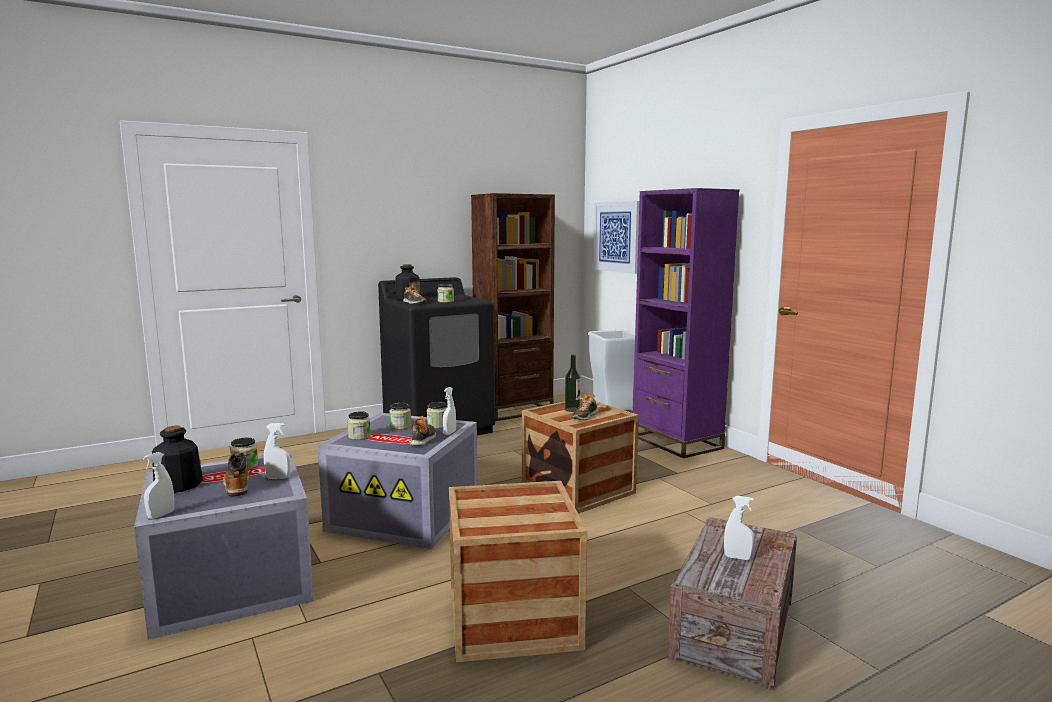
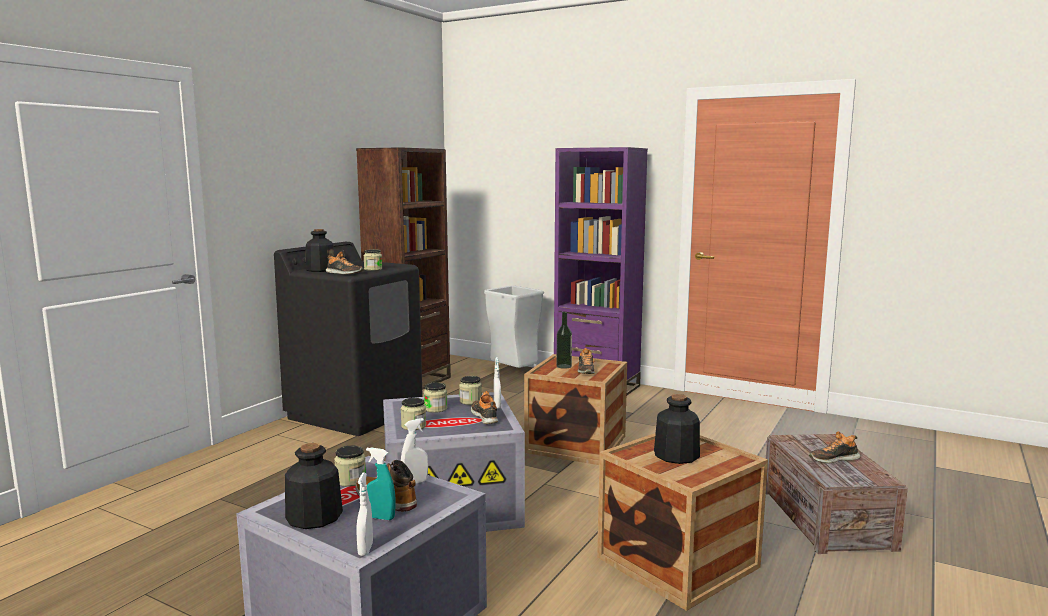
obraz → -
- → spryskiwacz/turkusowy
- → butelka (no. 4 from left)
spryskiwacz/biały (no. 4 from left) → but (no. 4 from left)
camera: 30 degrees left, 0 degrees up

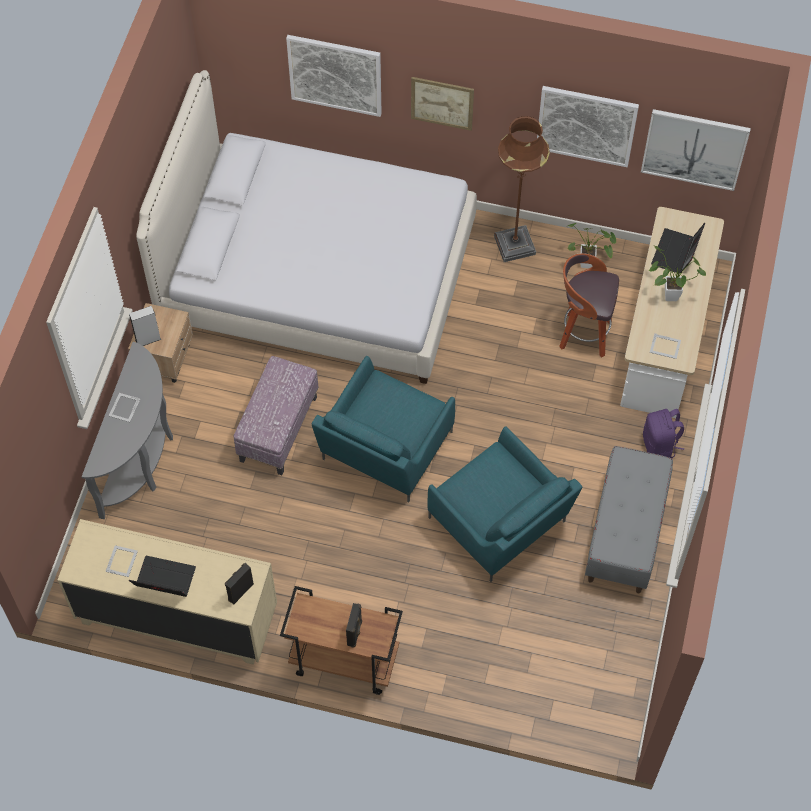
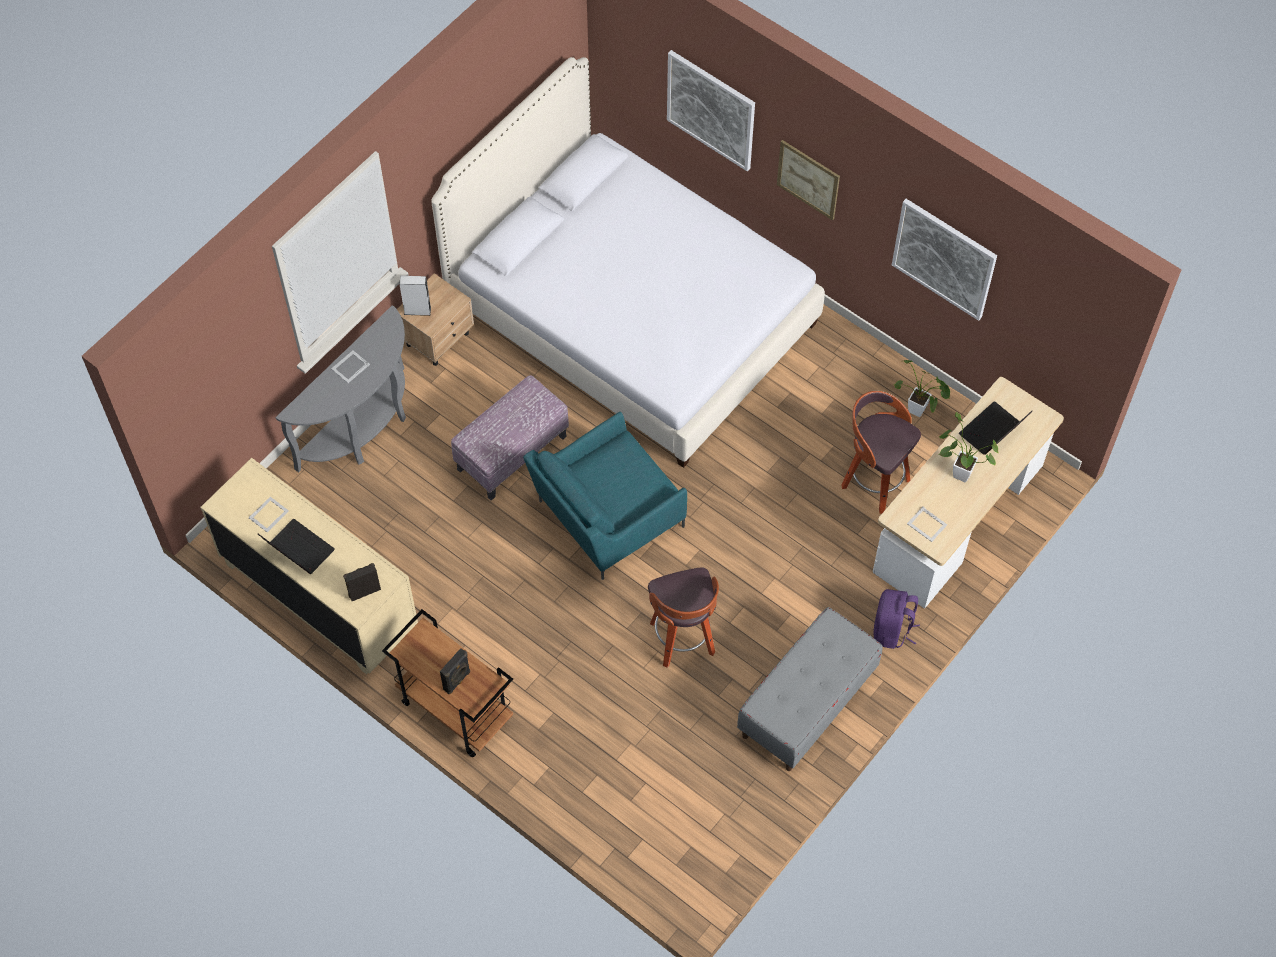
lampa stojąca/brązowy → -
obraz (no. 4 from left) → -
fotel/turkusowy (no. 2 from left) → stołek (no. 1 from left)
camera: 25 degrees right, 0 degrees up

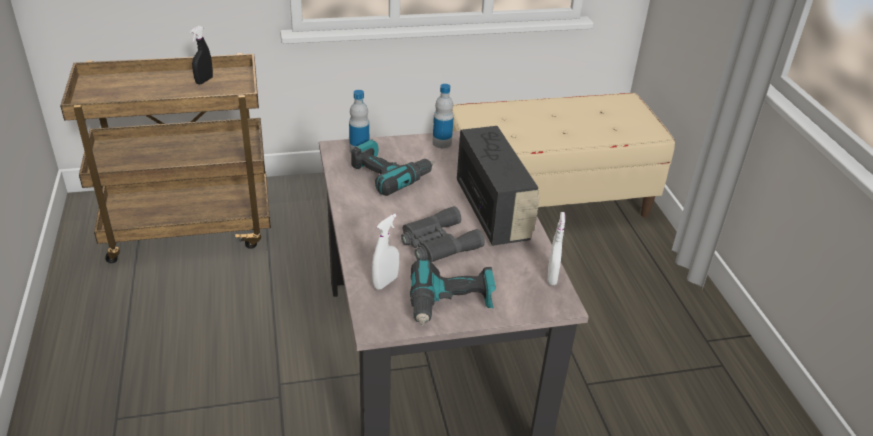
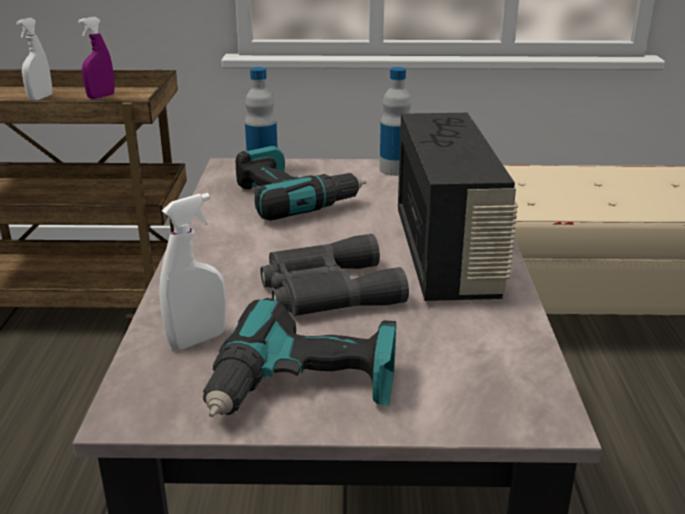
spryskiwacz/biały (no. 2 from left in the first image) → spryskiwacz/biały (no. 1 from left), relocated
spryskiwacz/czarny → spryskiwacz/fioletowy
camera: 15 degrees right, 10 degrees down

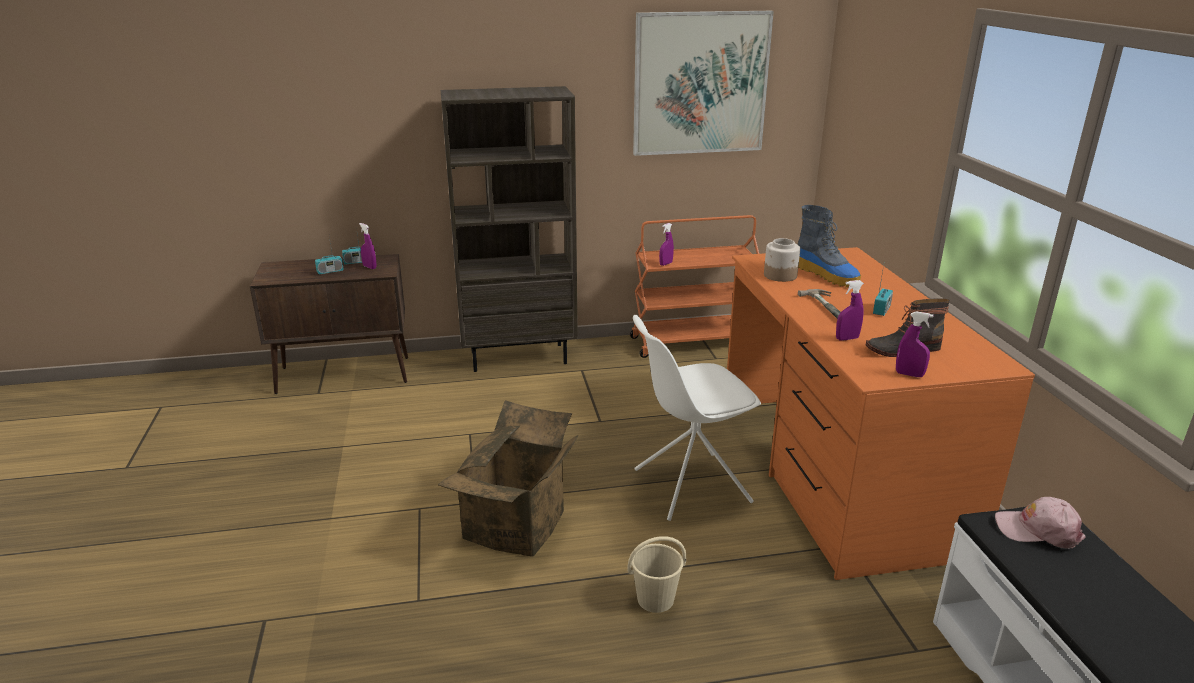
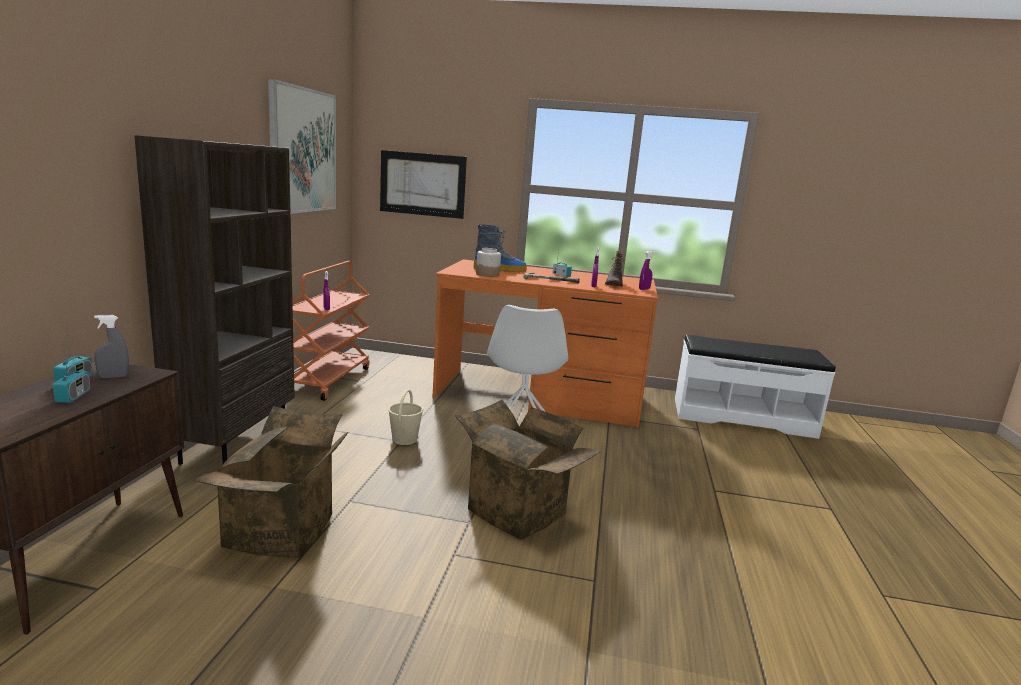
czapka z daszkiem/różowy → -
- → karton (no. 1 from left)
- → obraz (no. 2 from left)
wiadro/beżowy, relocated
spryskiwacz/fioletowy (no. 1 from left) → spryskiwacz/szary
camera: 70 degrees left, 10 degrees down

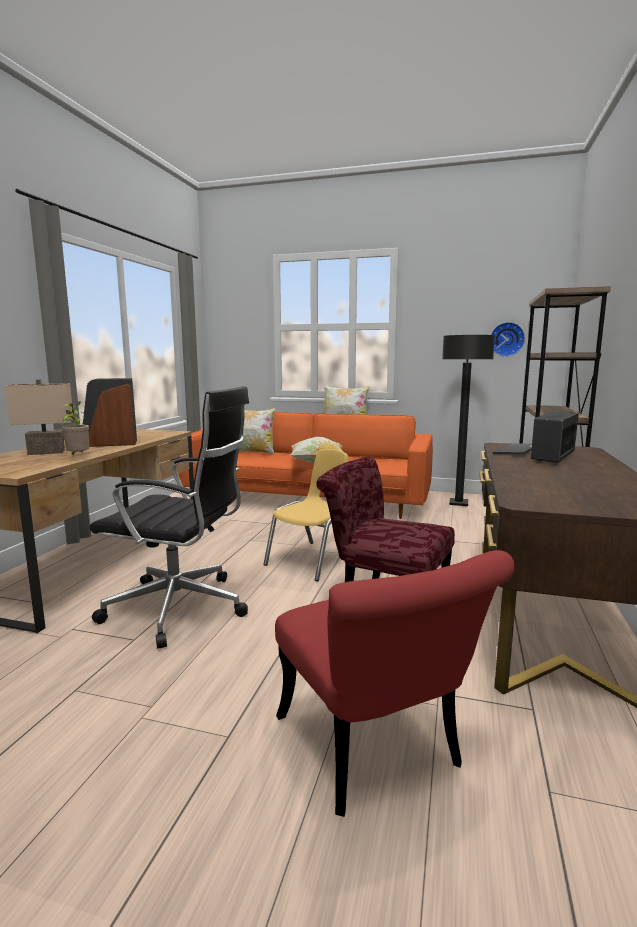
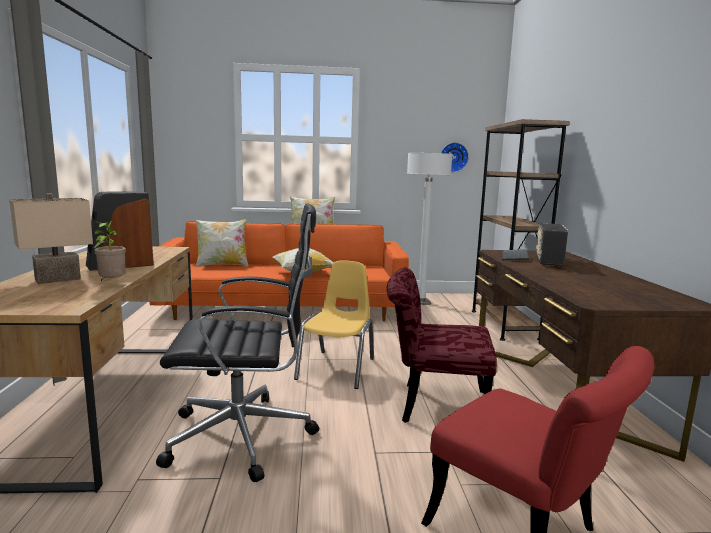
lampa stojąca/czarny → lampa stojąca/biały
camera: 20 degrees left, 0 degrees up

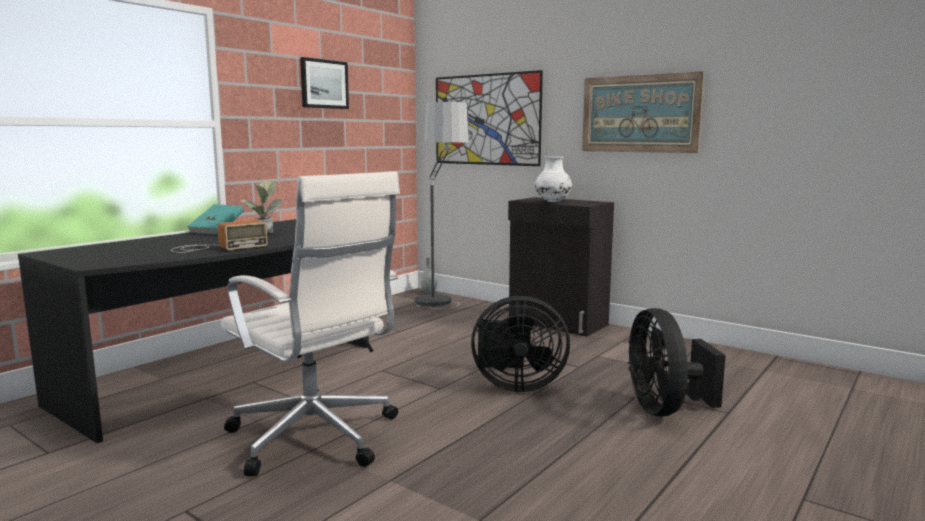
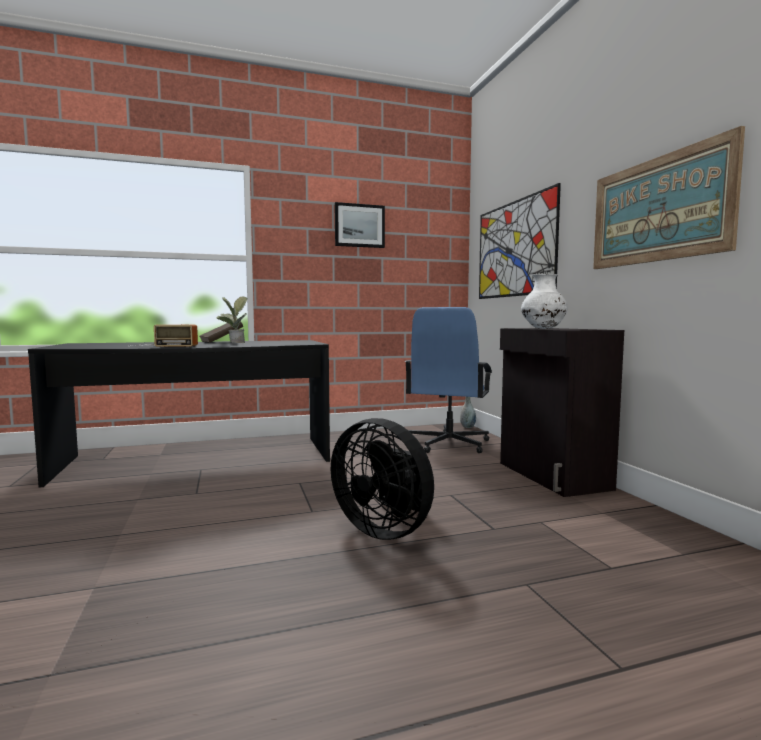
krzesło biurowe/biały → -
wentylator/czarny (no. 2 from left) → -
lampa stojąca → krzesło biurowe/niebieski
książka/turkusowy → książka/brązowy
camera: 35 degrees right, 5 degrees down

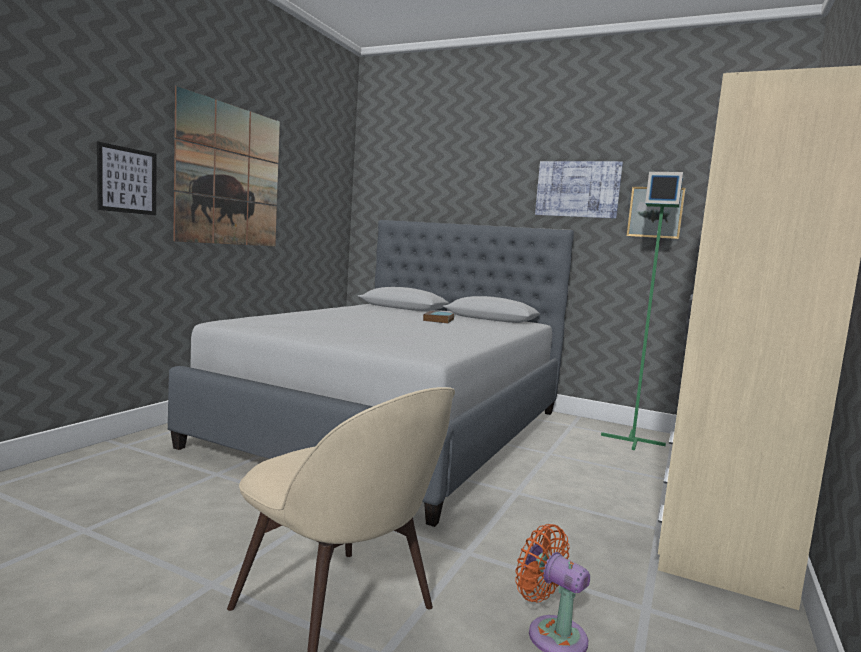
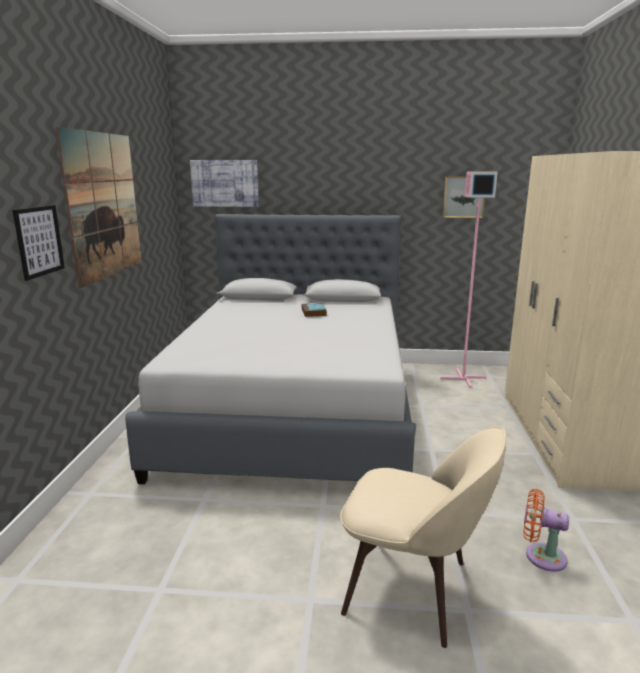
obraz (no. 3 from left), relocated
lampa stojąca/zielony → lampa stojąca/różowy
camera: 20 degrees left, 10 degrees up

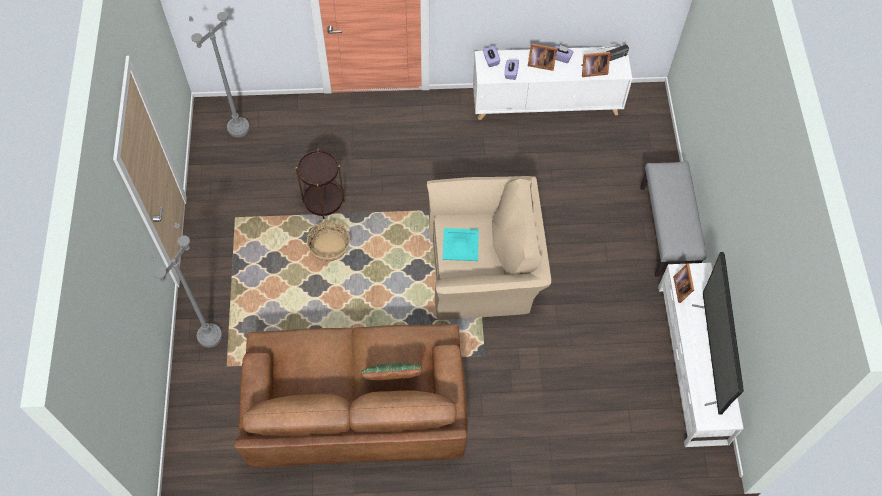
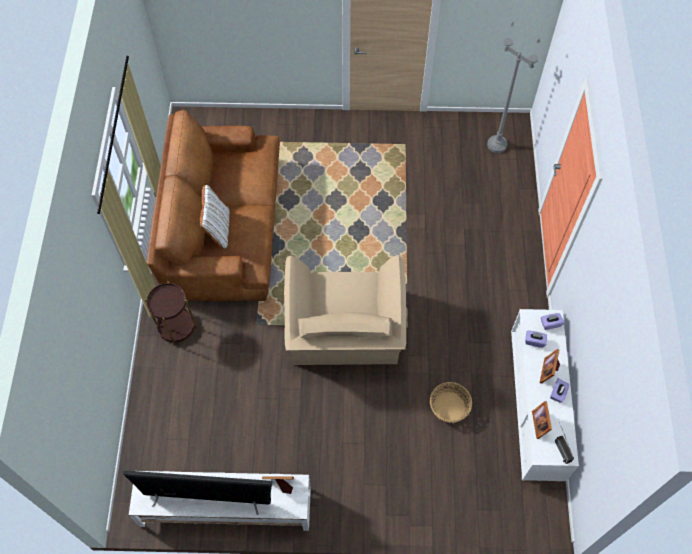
lampa stojąca/szary (no. 1 from left) → -
taca/turkusowy → -
ławka/szary → -
stolik/brązowy, relocated
koszyk, relocated
poduszka/zielony → poduszka/biały
camera: 95 degrees right, 0 degrees up

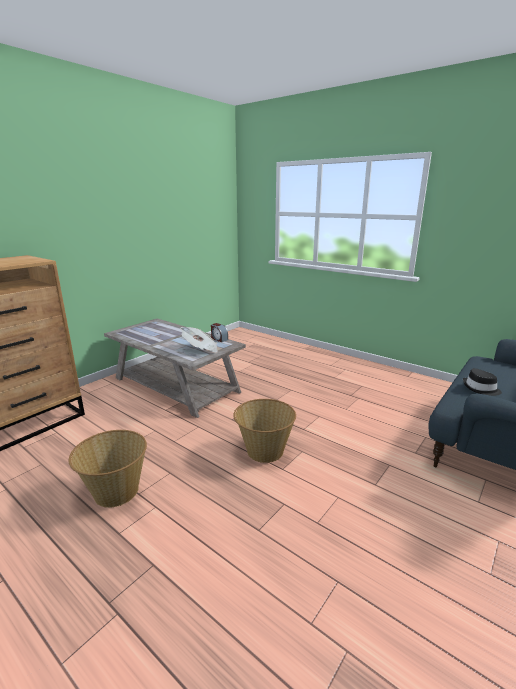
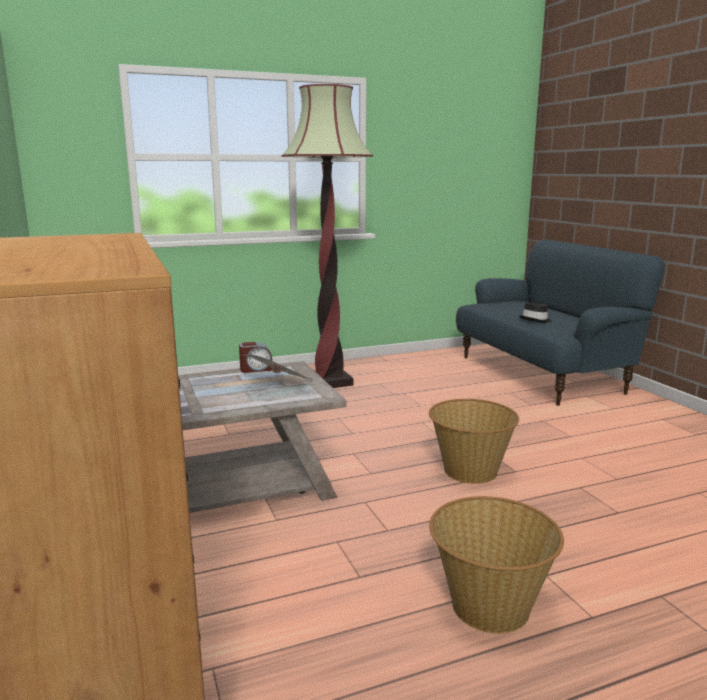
- → lampa stojąca
camera: 60 degrees left, 5 degrees down

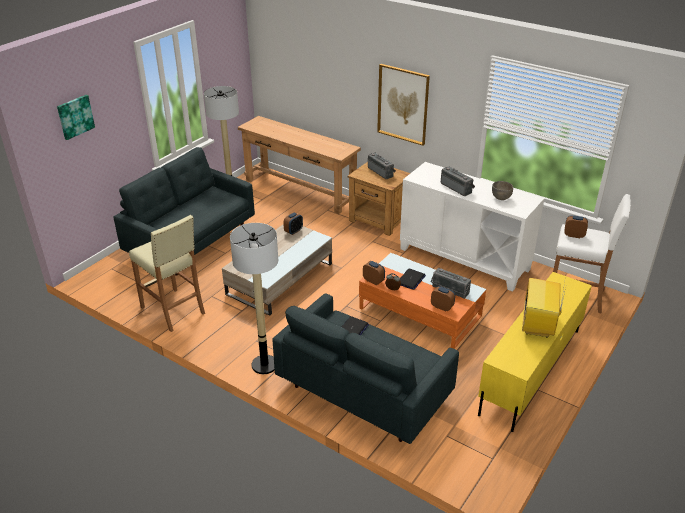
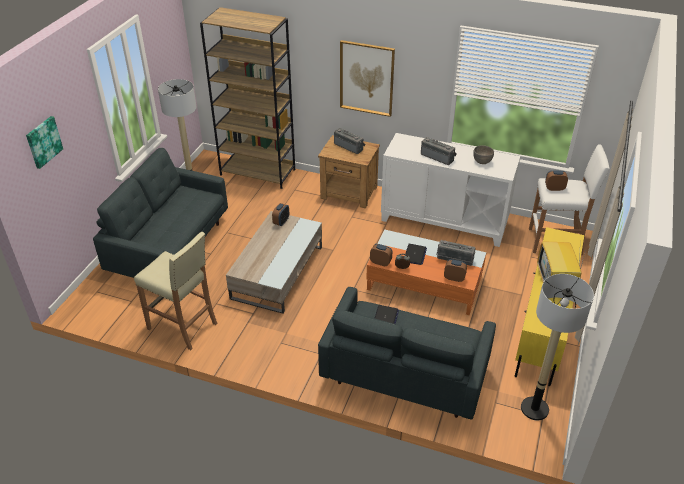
lampa stojąca (no. 2 from left), relocated
stolik konsolowy/brązowy → regał/brązowy
camera: 15 degrees left, 5 degrees up

